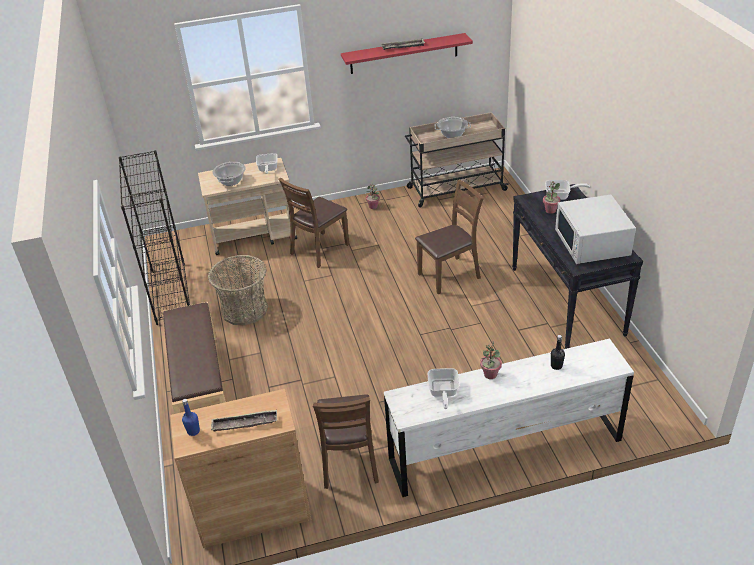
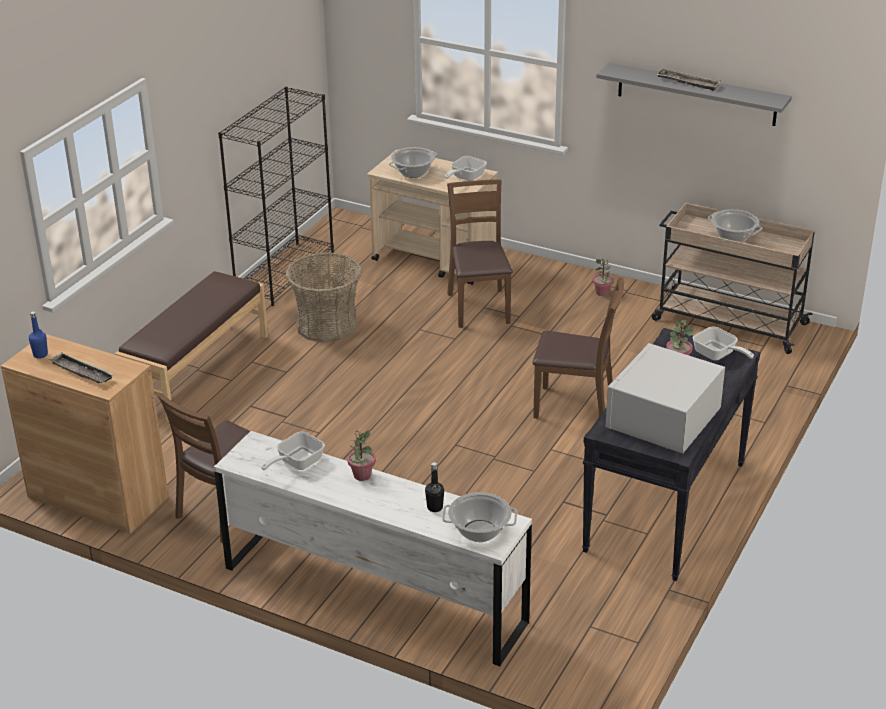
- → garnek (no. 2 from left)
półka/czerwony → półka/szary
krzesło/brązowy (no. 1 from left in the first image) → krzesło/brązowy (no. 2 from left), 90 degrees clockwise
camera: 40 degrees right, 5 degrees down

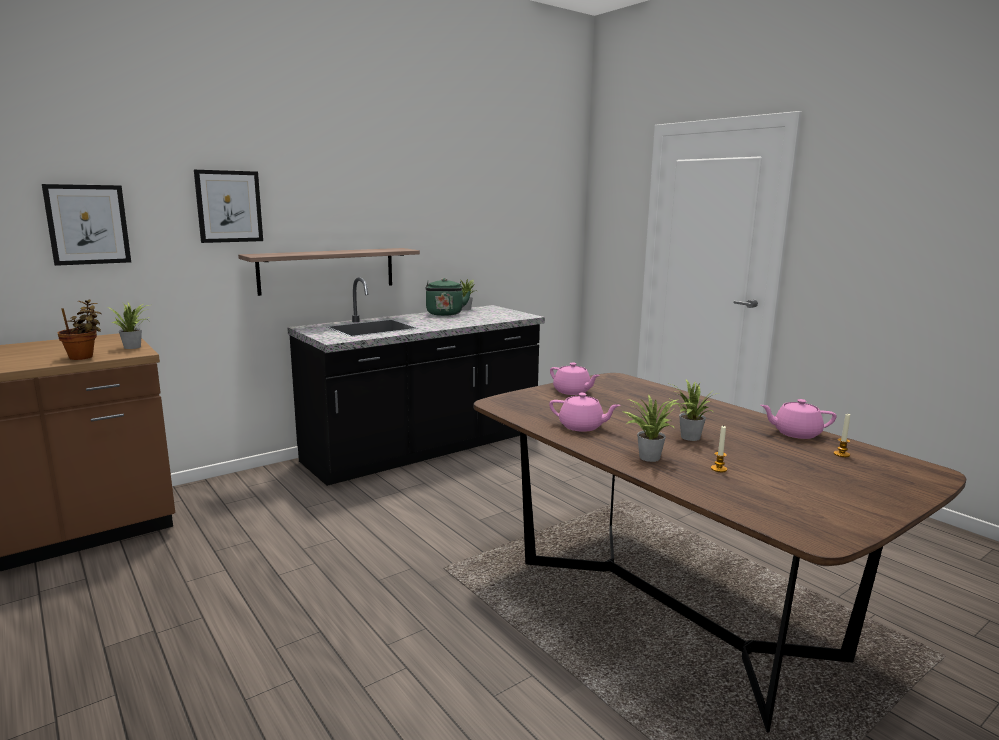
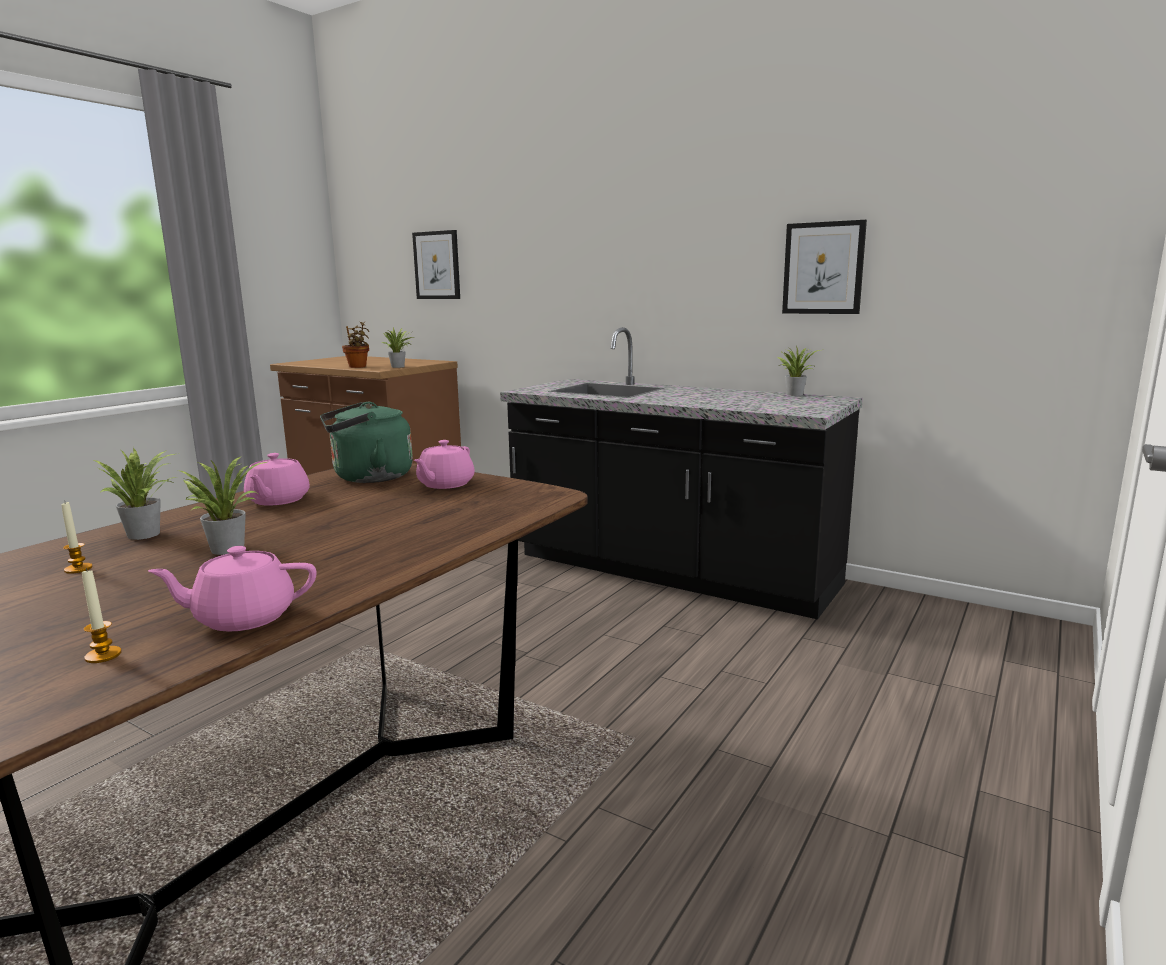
półka → -
obraz (no. 2 from left), relocated
czajnik/zielony, relocated
imbryk/różowy (no. 3 from left in the first image) → imbryk/różowy (no. 1 from left), 90 degrees counterclockwise
camera: 70 degrees right, 0 degrees up

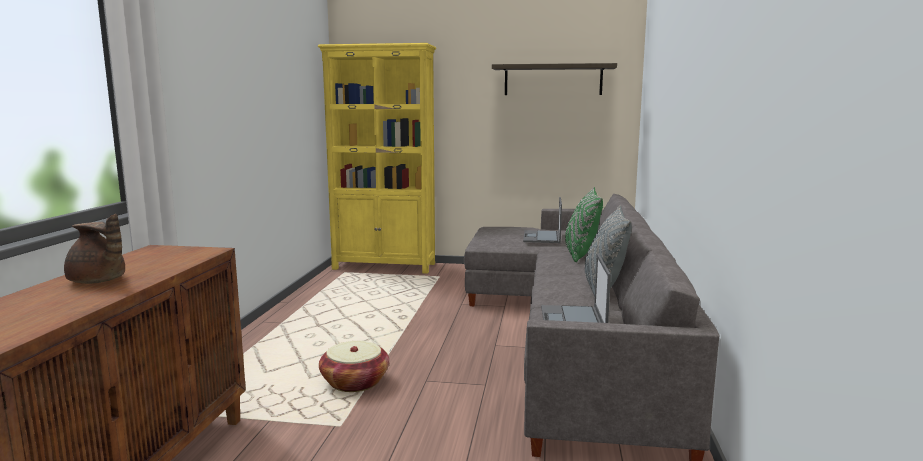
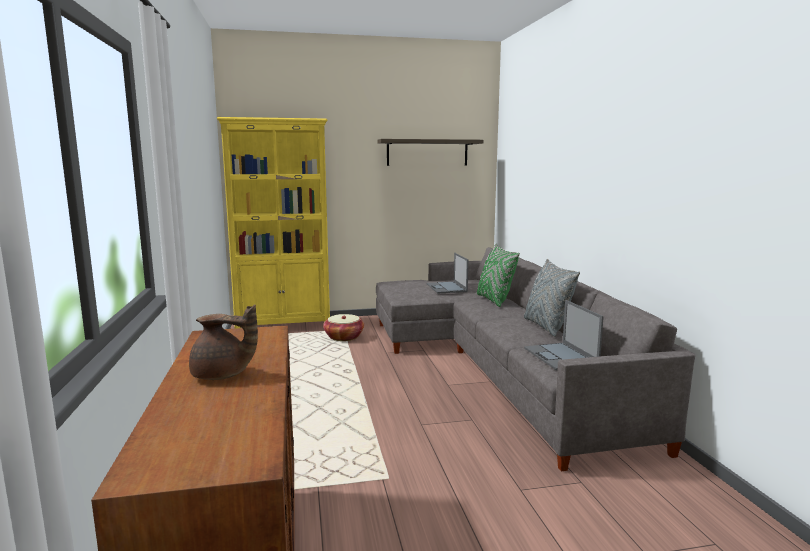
koszyk, relocated
camera: 20 degrees left, 0 degrees up

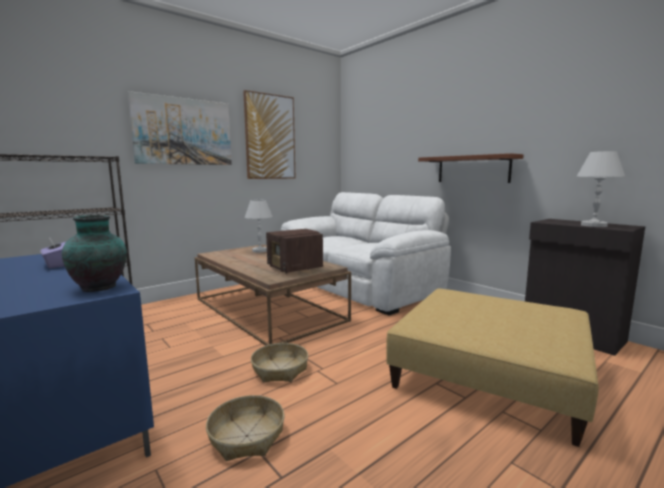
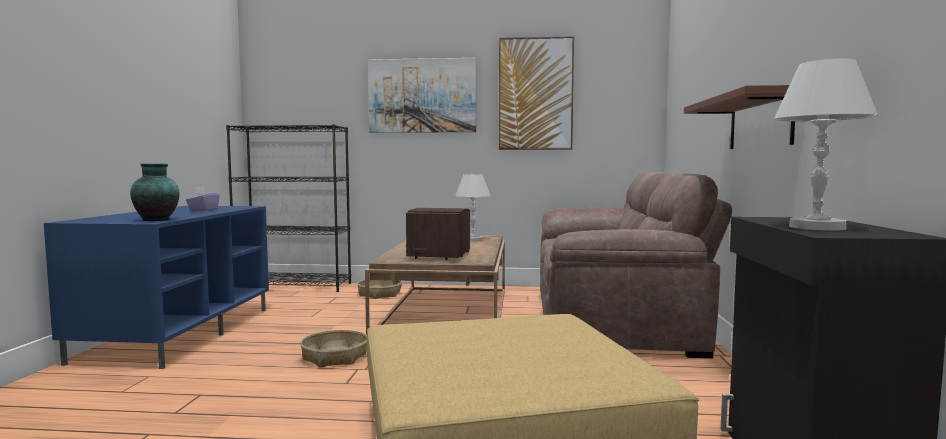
koszyk (no. 1 from left in the first image) → koszyk (no. 2 from left), relocated
kanapa/biały → kanapa/brązowy
camera: 45 degrees right, 5 degrees down

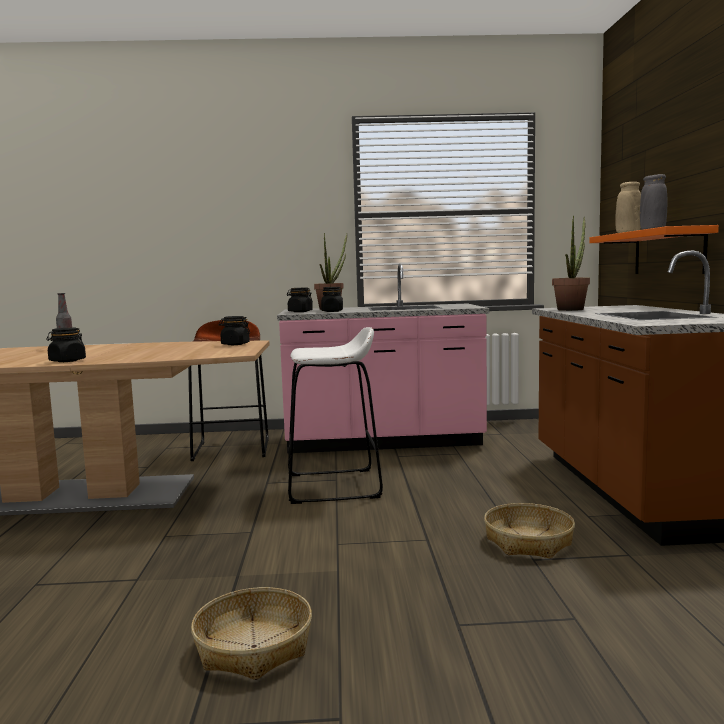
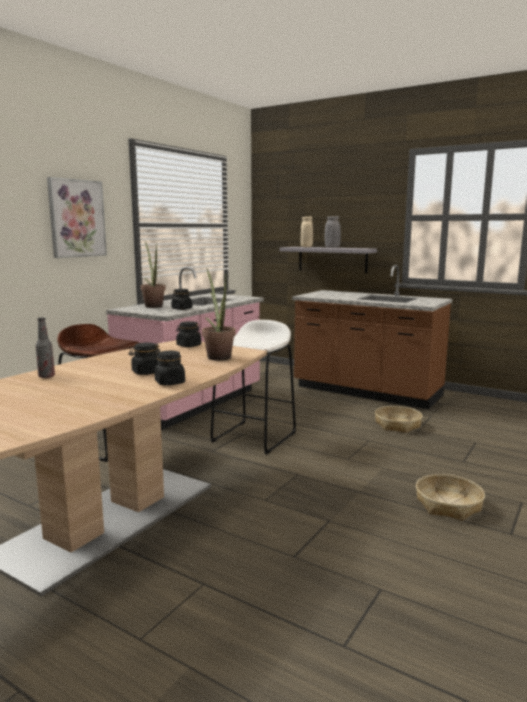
- → obraz
słoik/czarny (no. 3 from left in the first image) → słoik/czarny (no. 1 from left), relocated
roślina doniczkowa (no. 2 from left), relocated
półka/pomarańczowy → półka/szary
camera: 55 degrees left, 5 degrees up

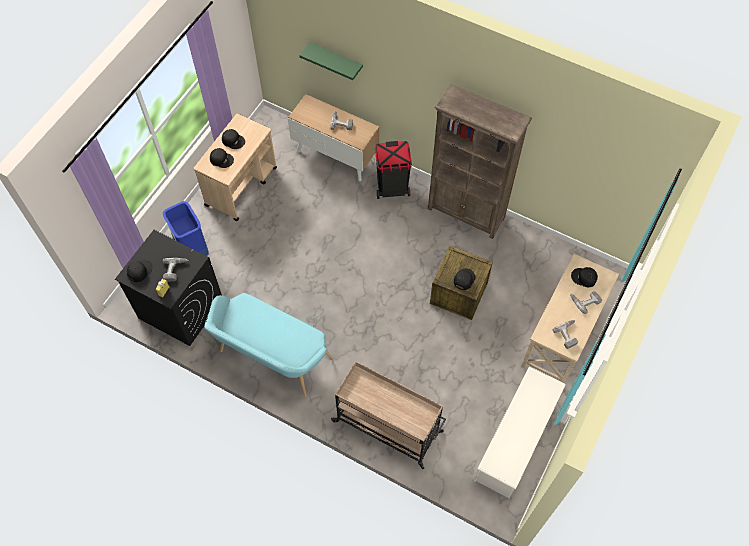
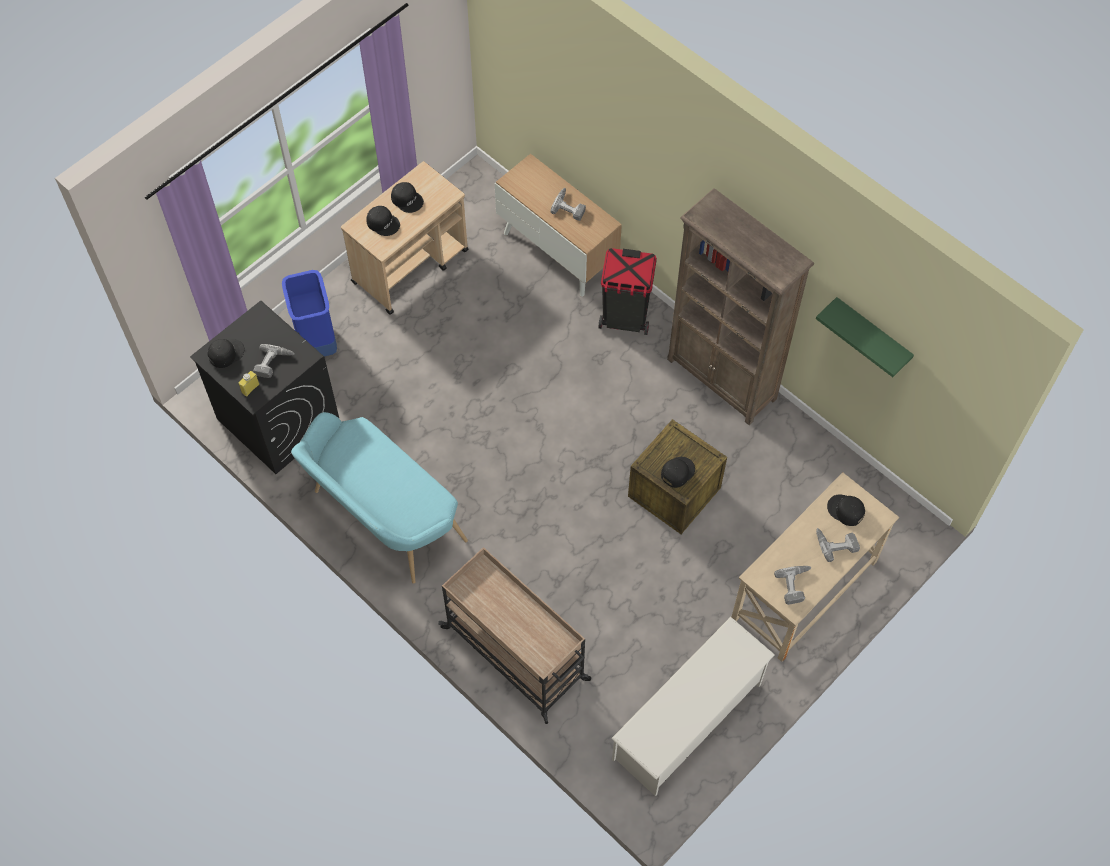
półka/zielony, relocated
camera: 15 degrees right, 0 degrees up

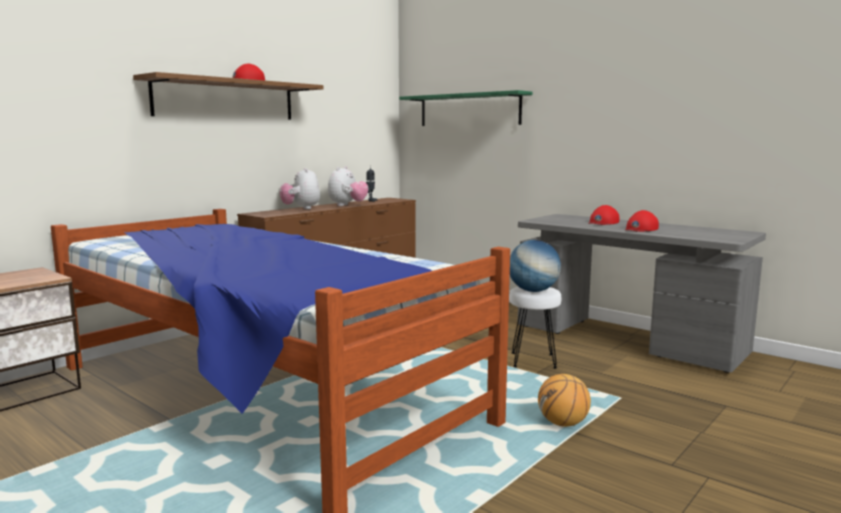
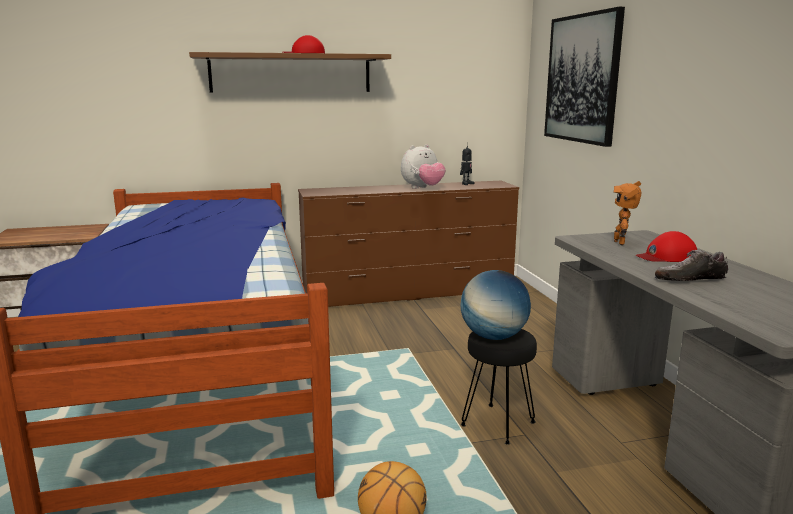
pluszak (no. 1 from left) → -
- → robot zabawkowy (no. 2 from left)
półka/zielony → obraz
czapka z daszkiem/czerwony (no. 3 from left) → but
stołek/biały → stołek/czarny
camera: 35 degrees right, 5 degrees up

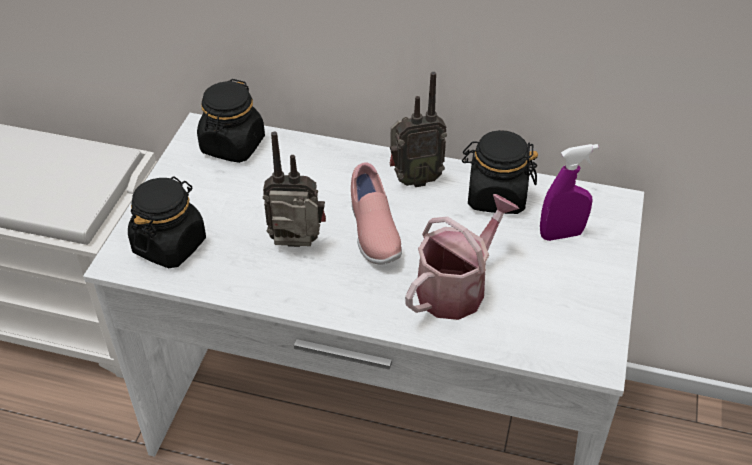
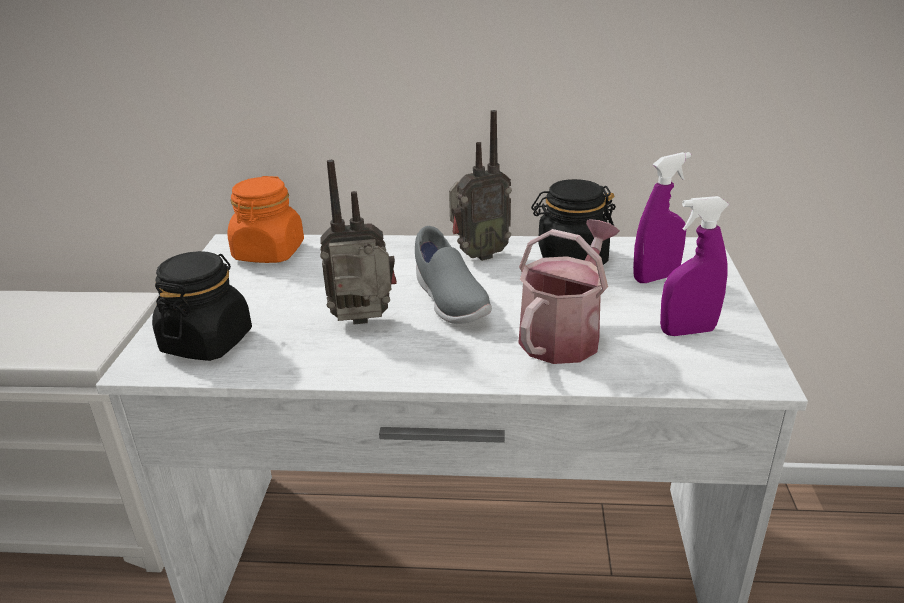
- → spryskiwacz/fioletowy (no. 2 from left)
słoik/czarny (no. 2 from left) → słoik/pomarańczowy
but/różowy → but/szary
camera: 10 degrees left, 15 degrees down

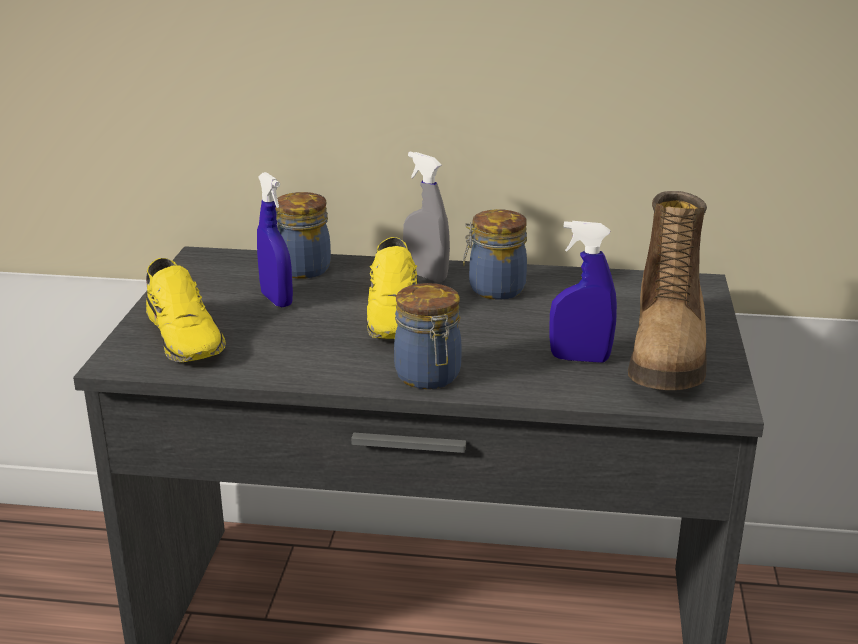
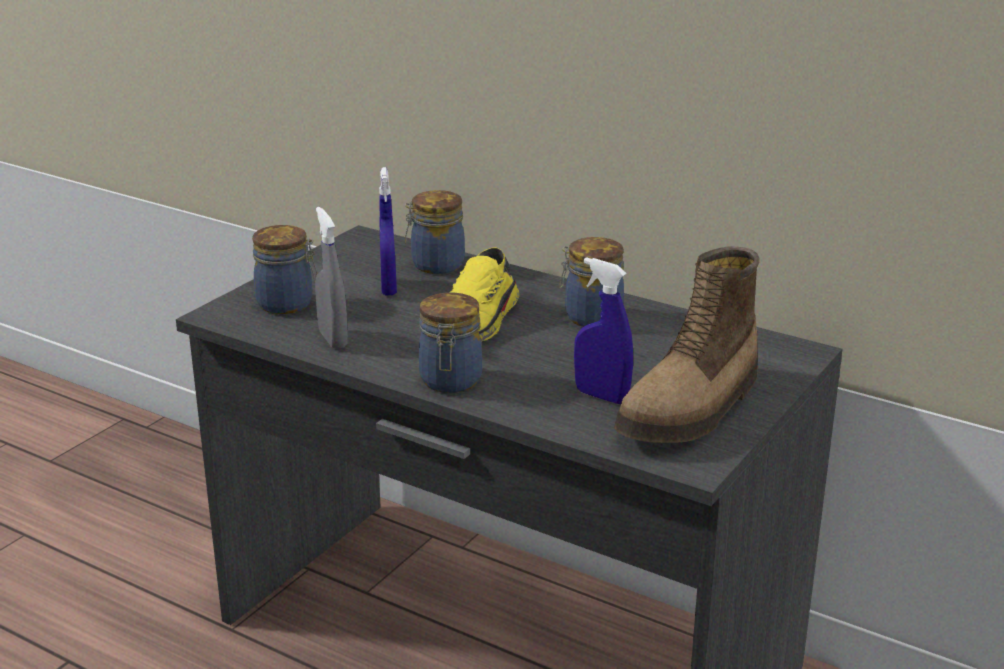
spryskiwacz/szary, relocated
but/żółty (no. 1 from left) → słoik (no. 1 from left)
camera: 25 degrees right, 0 degrees up

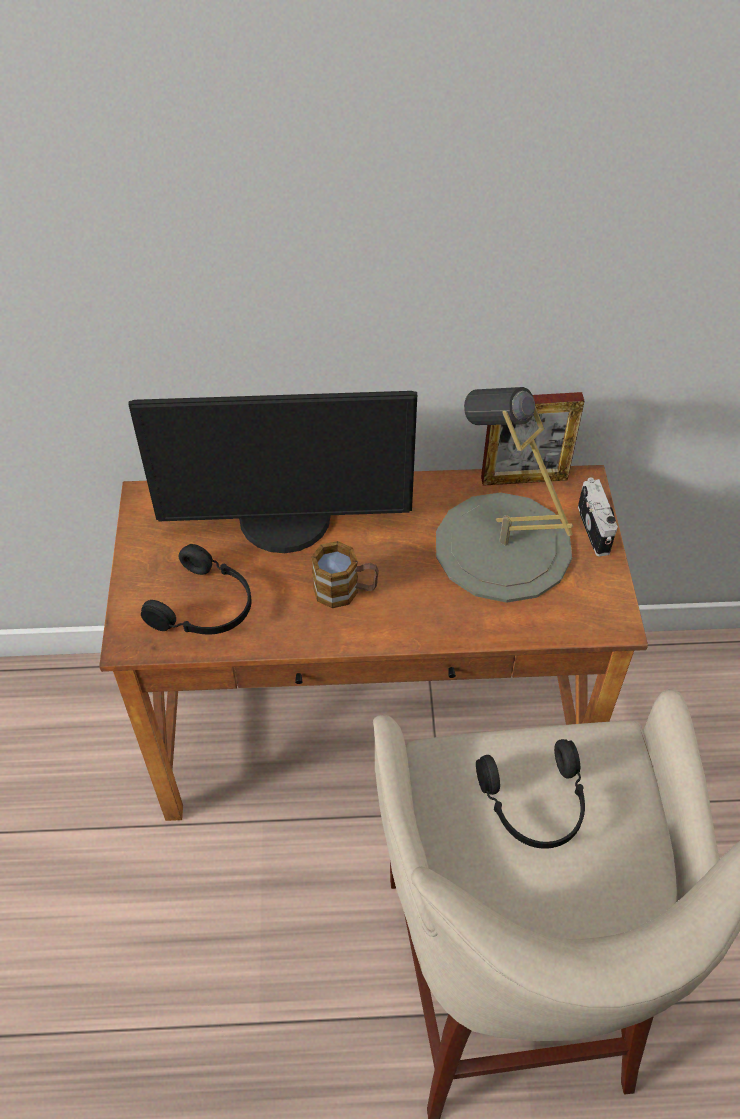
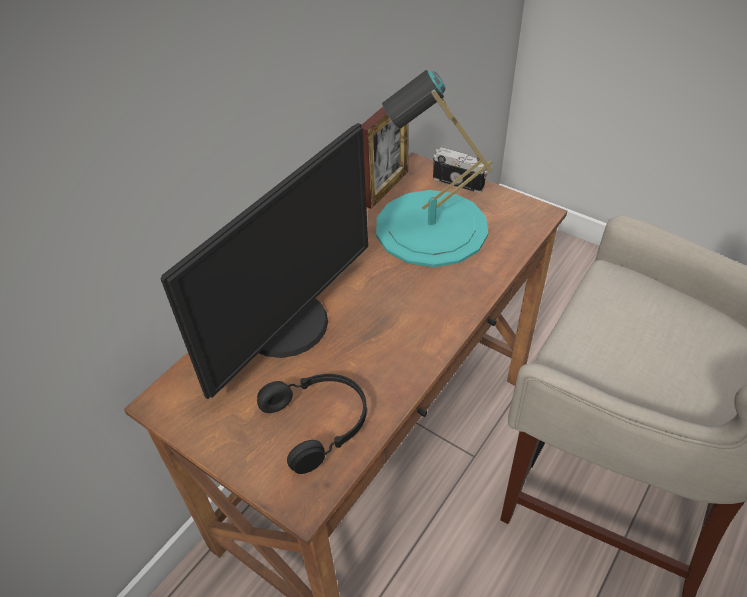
kubek → -
słuchawki/czarny (no. 2 from left) → -
lampa stołowa/szary → lampa stołowa/turkusowy
camera: 50 degrees left, 5 degrees down

